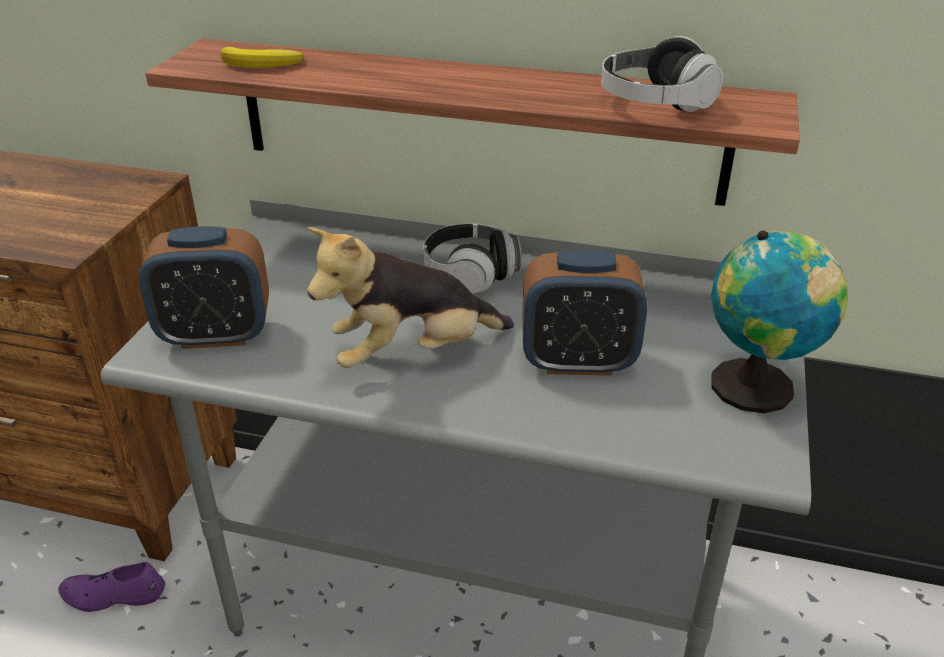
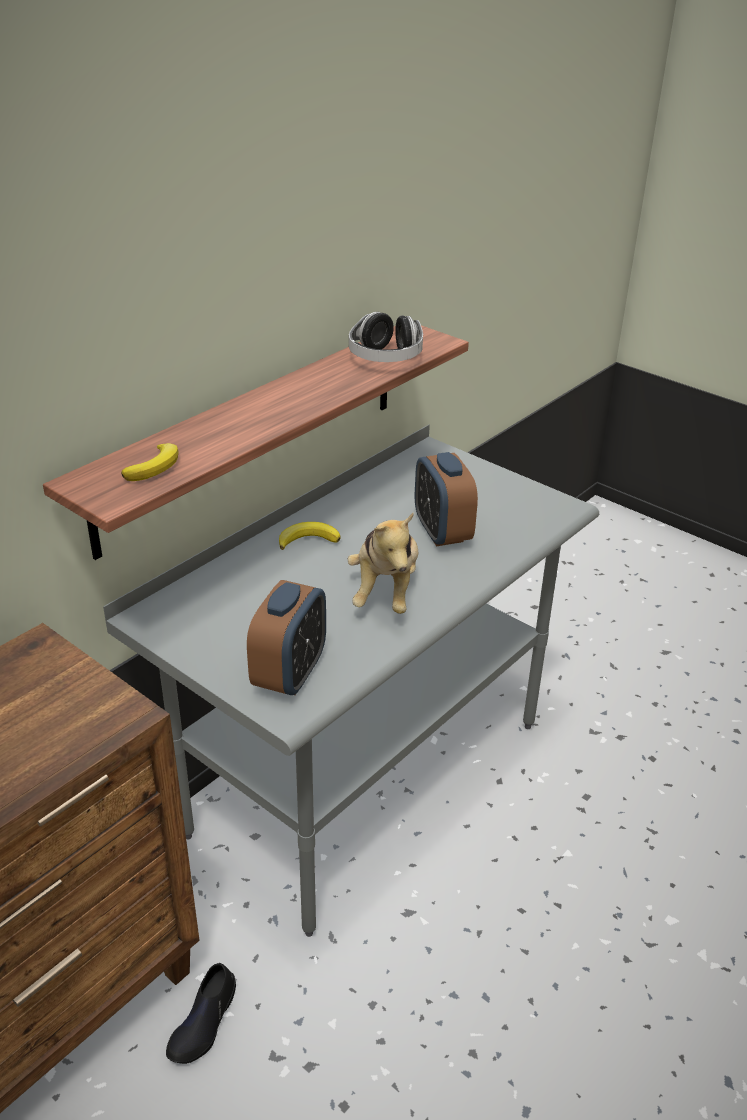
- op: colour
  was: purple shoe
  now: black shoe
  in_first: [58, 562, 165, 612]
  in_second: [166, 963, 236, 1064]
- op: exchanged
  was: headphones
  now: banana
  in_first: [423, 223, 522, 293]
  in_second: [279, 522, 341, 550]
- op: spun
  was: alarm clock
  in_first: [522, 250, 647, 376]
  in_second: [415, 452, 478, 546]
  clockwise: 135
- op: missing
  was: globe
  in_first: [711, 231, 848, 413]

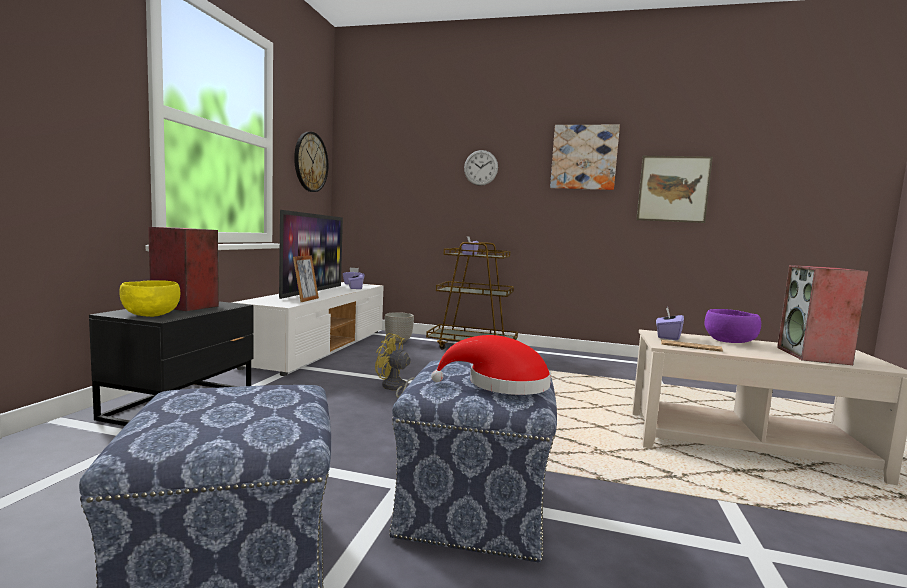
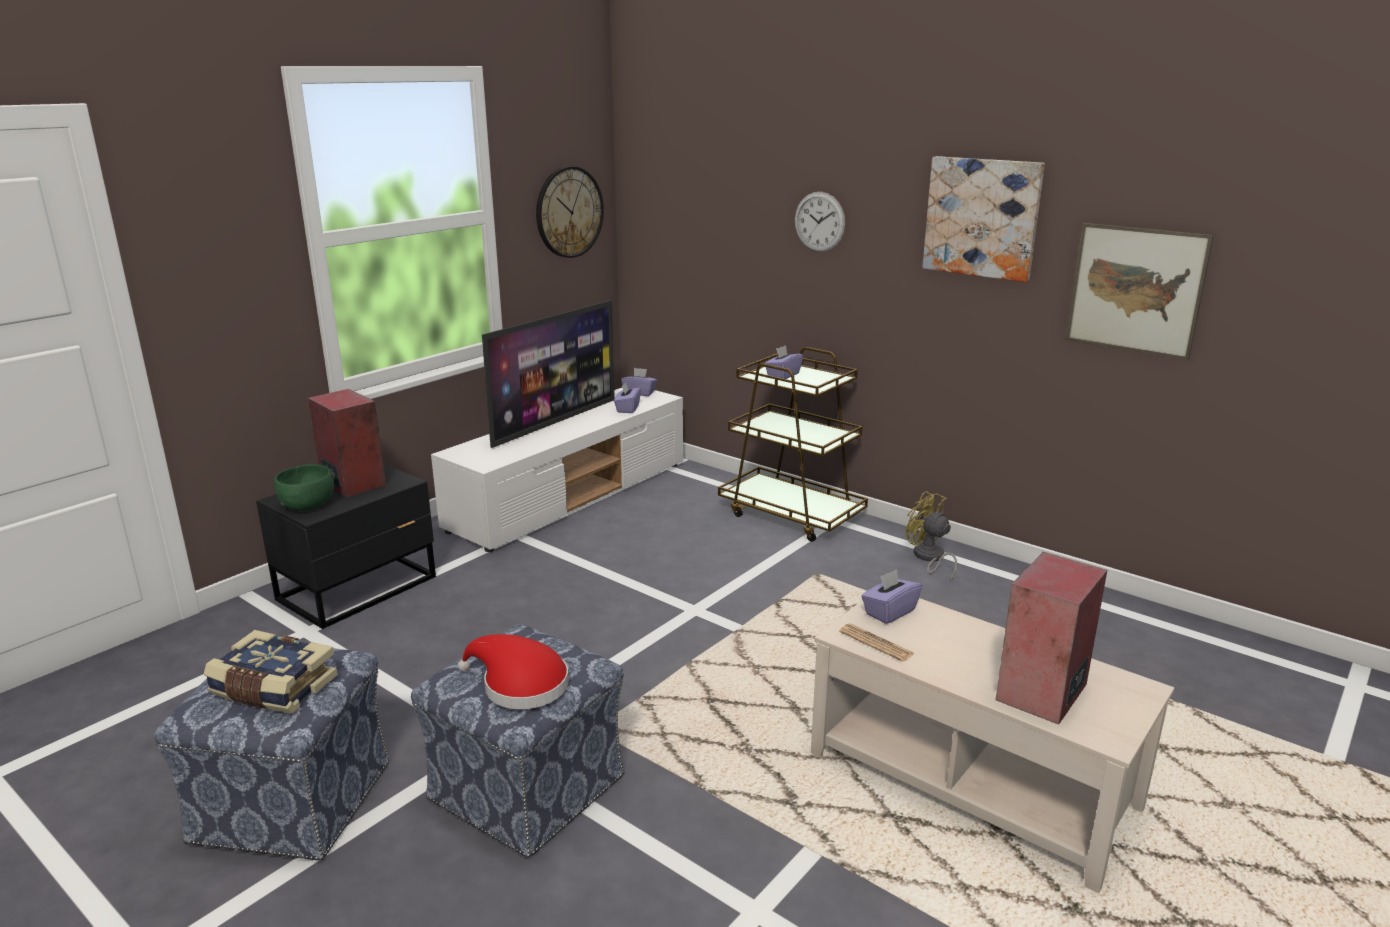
- op: colour
  was: yellow bowl
  now: green bowl
  in_first: [119, 280, 180, 317]
  in_second: [274, 464, 334, 511]
- op: missing
  was: picture frame
  in_first: [293, 256, 319, 302]
- op: relocated
  was: yellow fan
  in_first: [375, 333, 414, 398]
  in_second: [906, 491, 957, 581]
- op: missing
  was: planter
  in_first: [385, 312, 414, 343]
- op: missing
  was: purple bowl
  in_first: [704, 309, 761, 343]
- op: appeared
  now: book
  in_second: [204, 630, 338, 713]

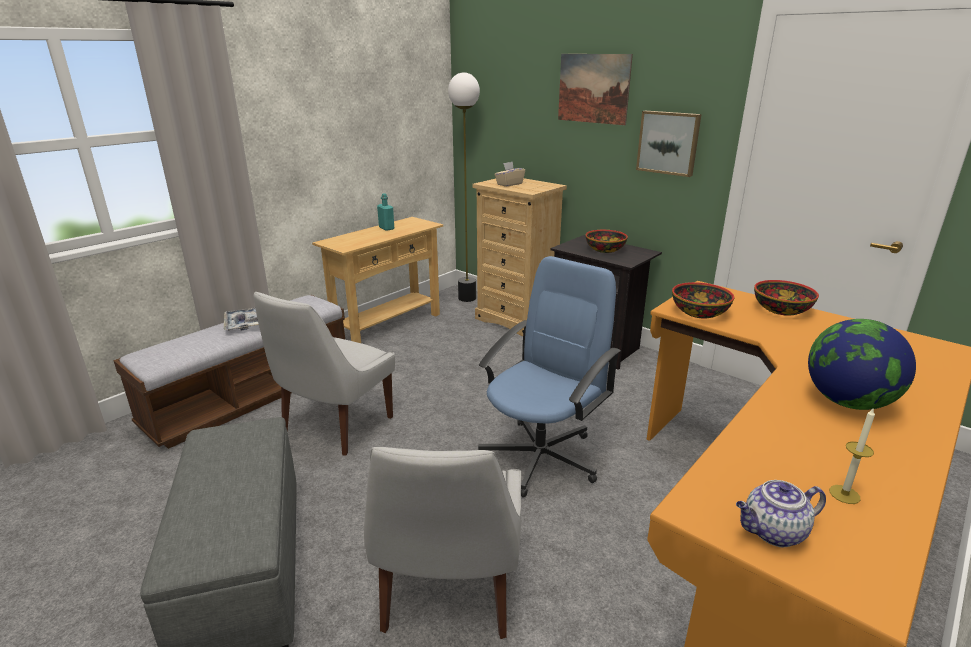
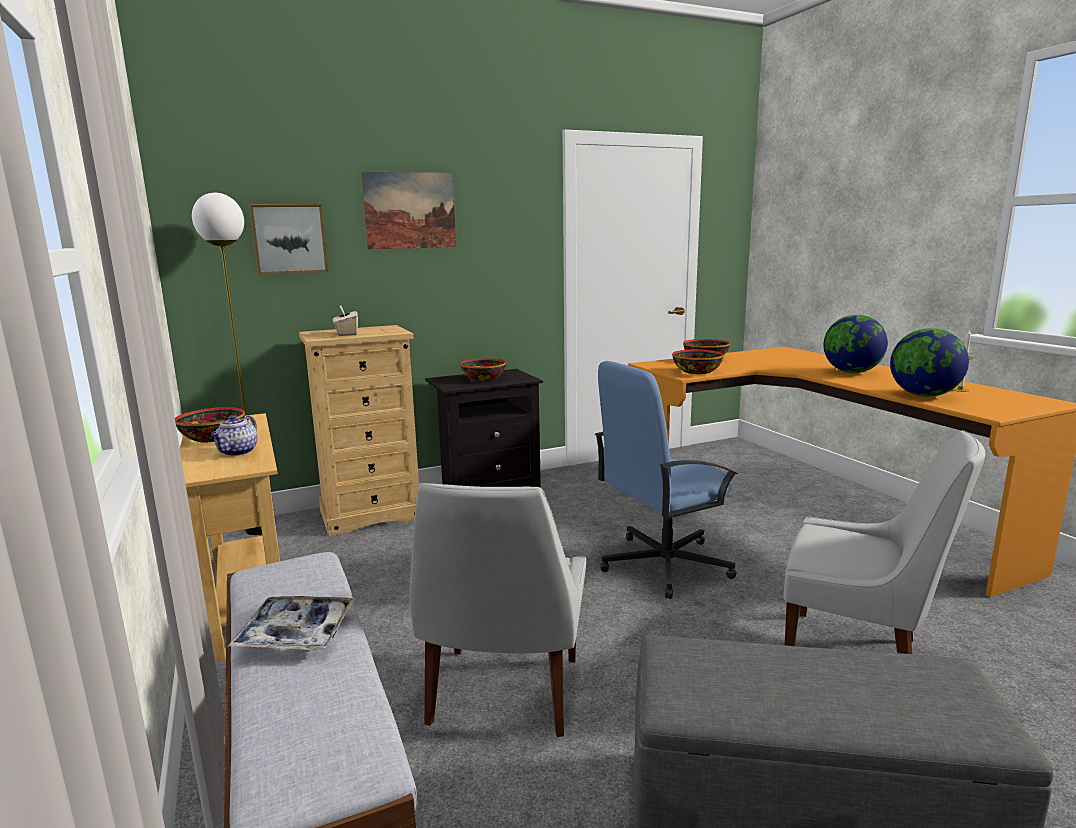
- op: spun
  was: white chair
  in_first: [254, 292, 395, 456]
  in_second: [410, 483, 586, 737]
  clockwise: 45
- op: exchanged
  was: turquoise bottle
  now: bowl
  in_first: [377, 193, 394, 231]
  in_second: [175, 407, 245, 442]
- op: spun
  was: blue office chair
  in_first: [478, 256, 621, 498]
  in_second: [595, 361, 738, 599]
  clockwise: -90
- op: relocated
  was: picture
  in_first: [636, 111, 701, 177]
  in_second: [249, 204, 328, 275]
- op: relocated
  was: teapot
  in_first: [736, 480, 826, 547]
  in_second: [211, 415, 257, 456]
- op: appeared
  now: globe
  in_second: [890, 328, 969, 397]

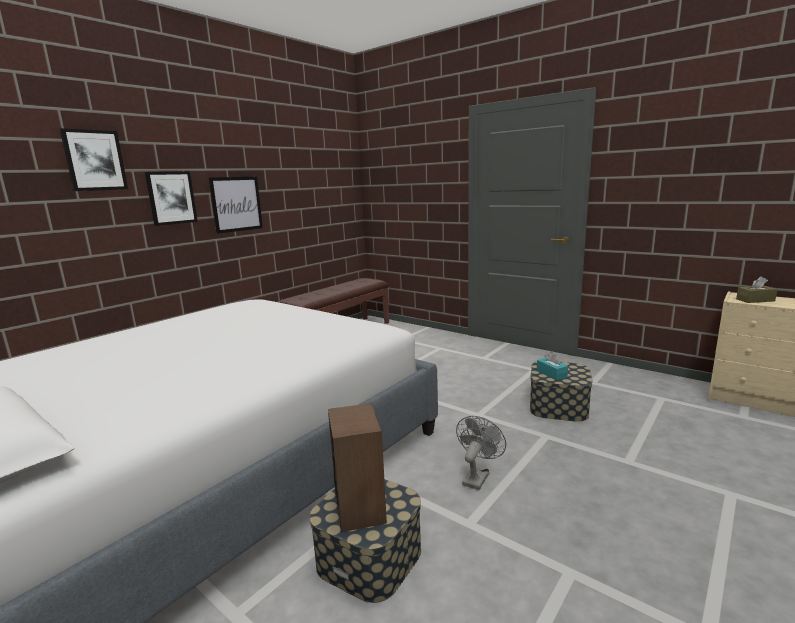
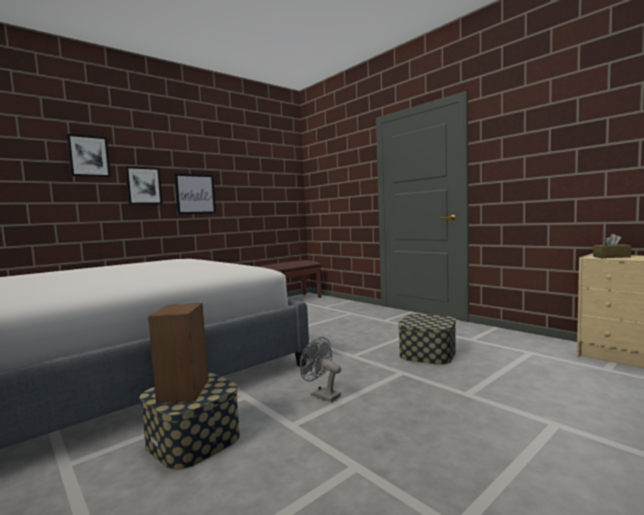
- op: spun
  was: grey fan
  in_first: [456, 416, 506, 490]
  in_second: [300, 337, 341, 402]
  clockwise: -90
- op: missing
  was: turquoise tissue box
  in_first: [537, 352, 568, 380]

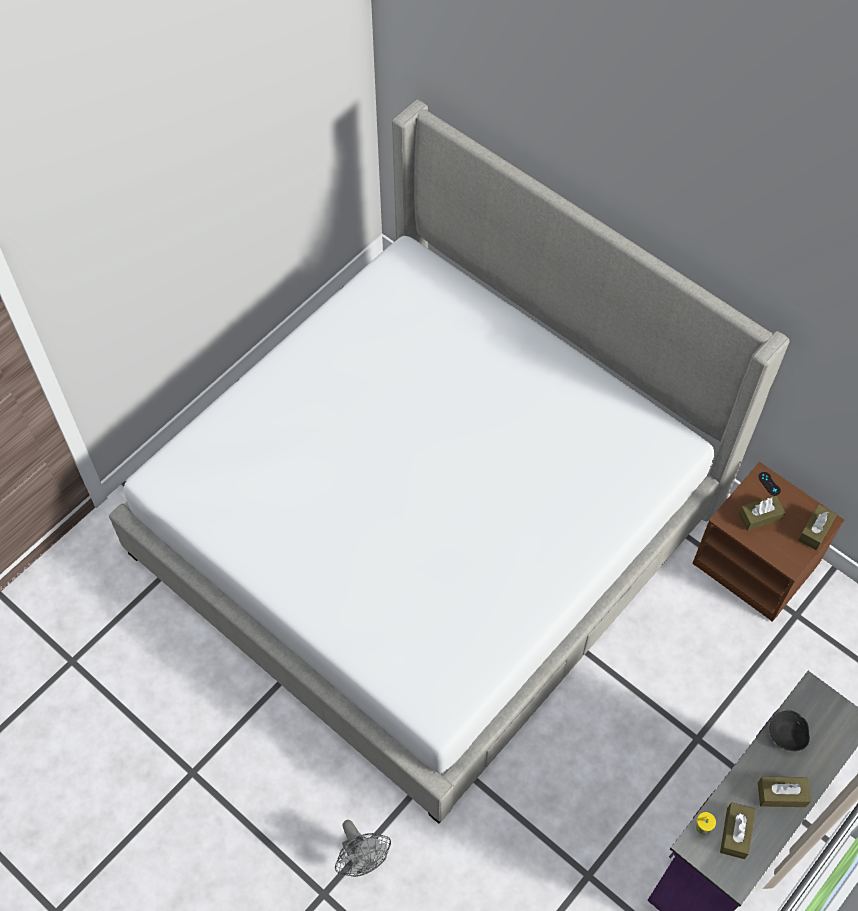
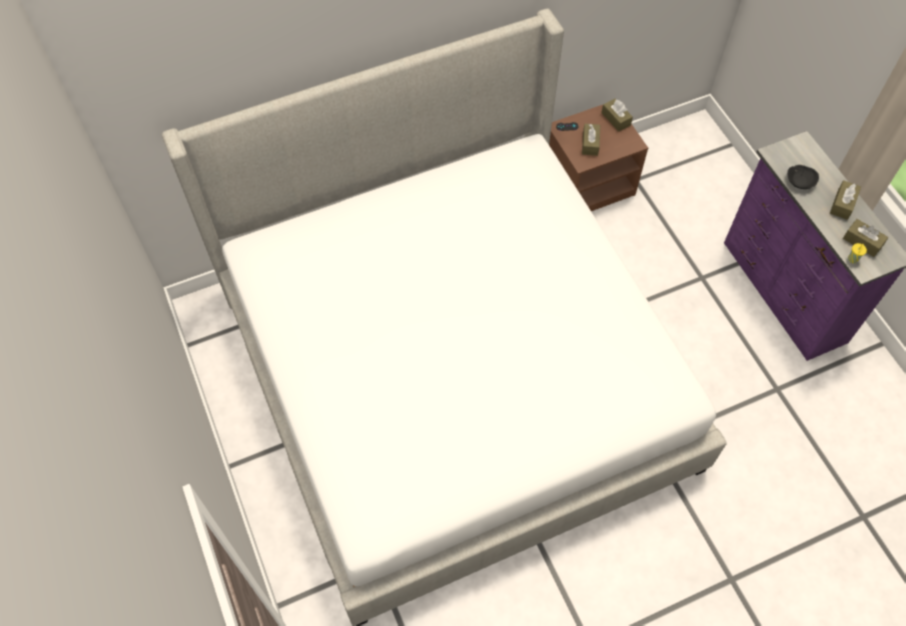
- op: missing
  was: grey fan
  in_first: [335, 820, 391, 877]

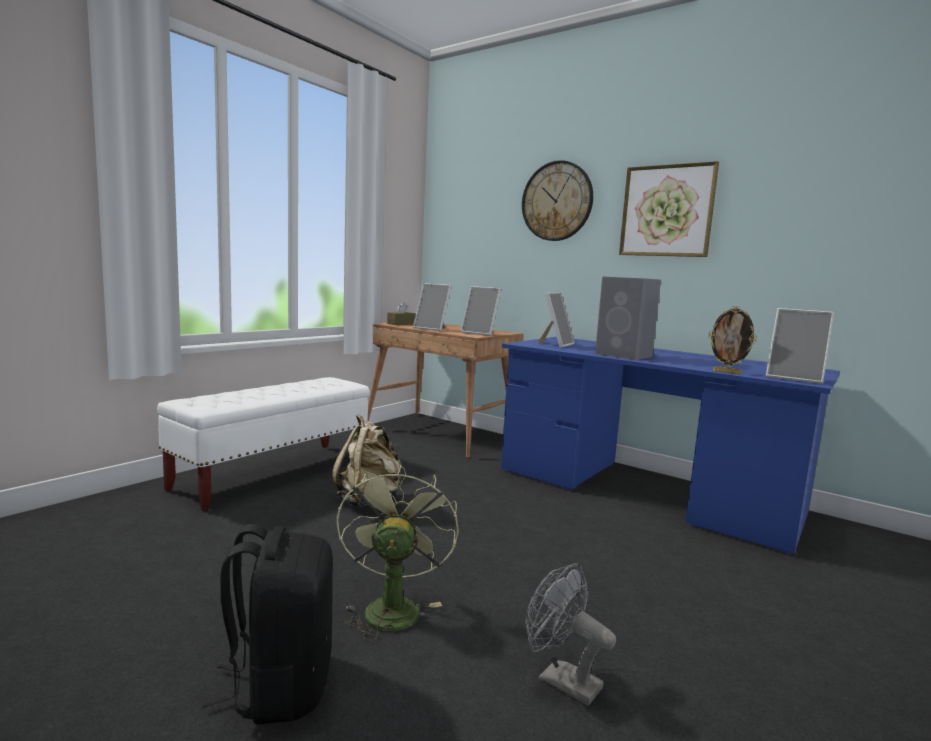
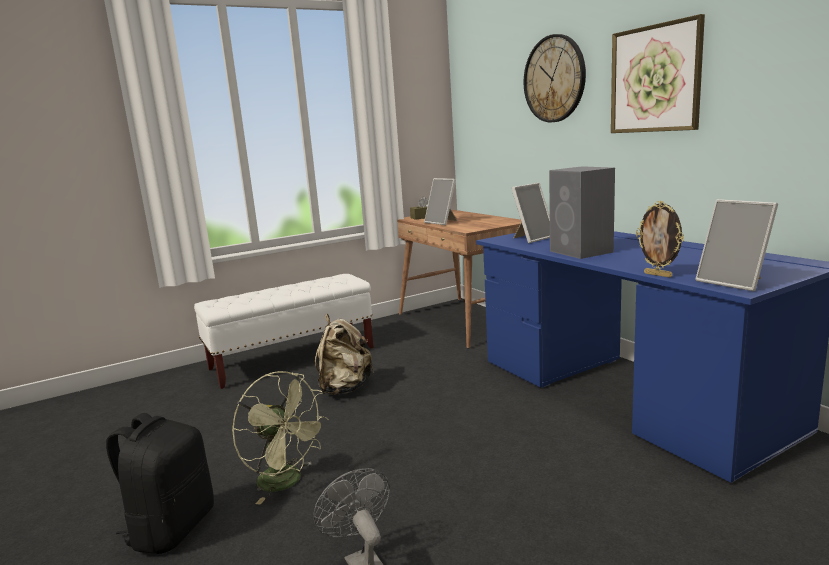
- op: spun
  was: green fan
  in_first: [337, 464, 459, 642]
  in_second: [232, 371, 329, 505]
  clockwise: 105
- op: missing
  was: picture frame
  in_first: [461, 286, 501, 336]

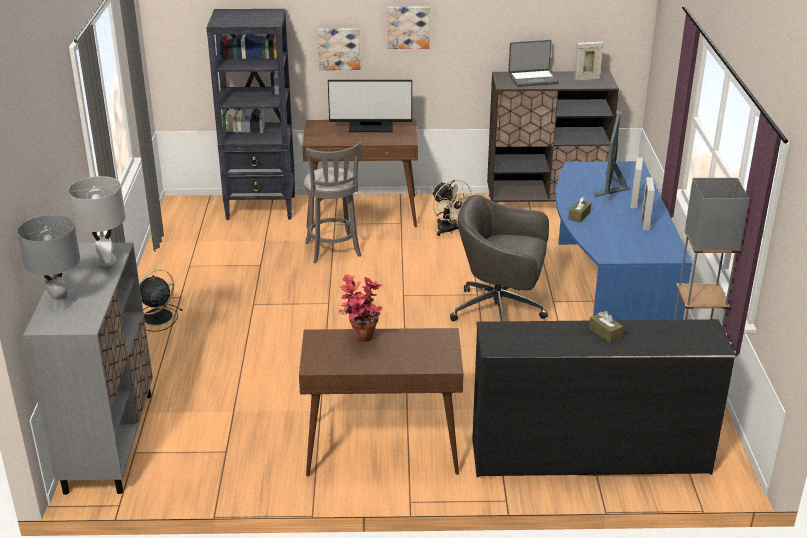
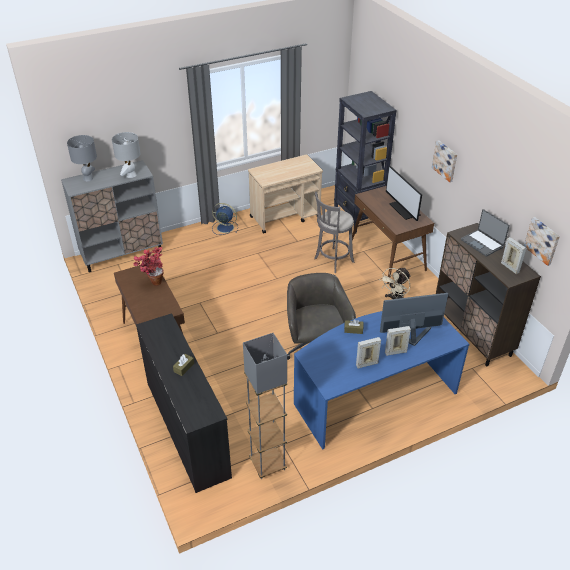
- op: colour
  was: black fan
  now: blue fan
  in_first: [139, 269, 182, 332]
  in_second: [212, 203, 238, 235]
- op: relocated
  was: picture
  in_first: [317, 28, 360, 70]
  in_second: [524, 217, 560, 266]
- op: appeared
  now: beige cart
  in_second: [248, 154, 323, 234]

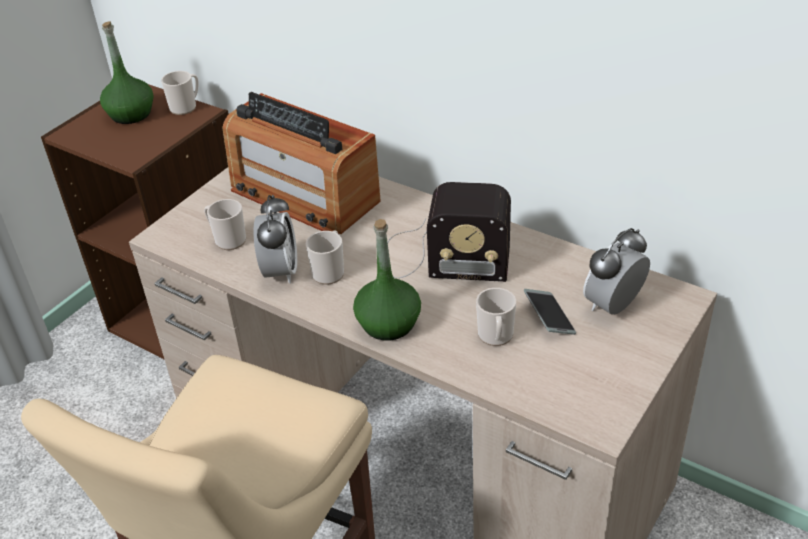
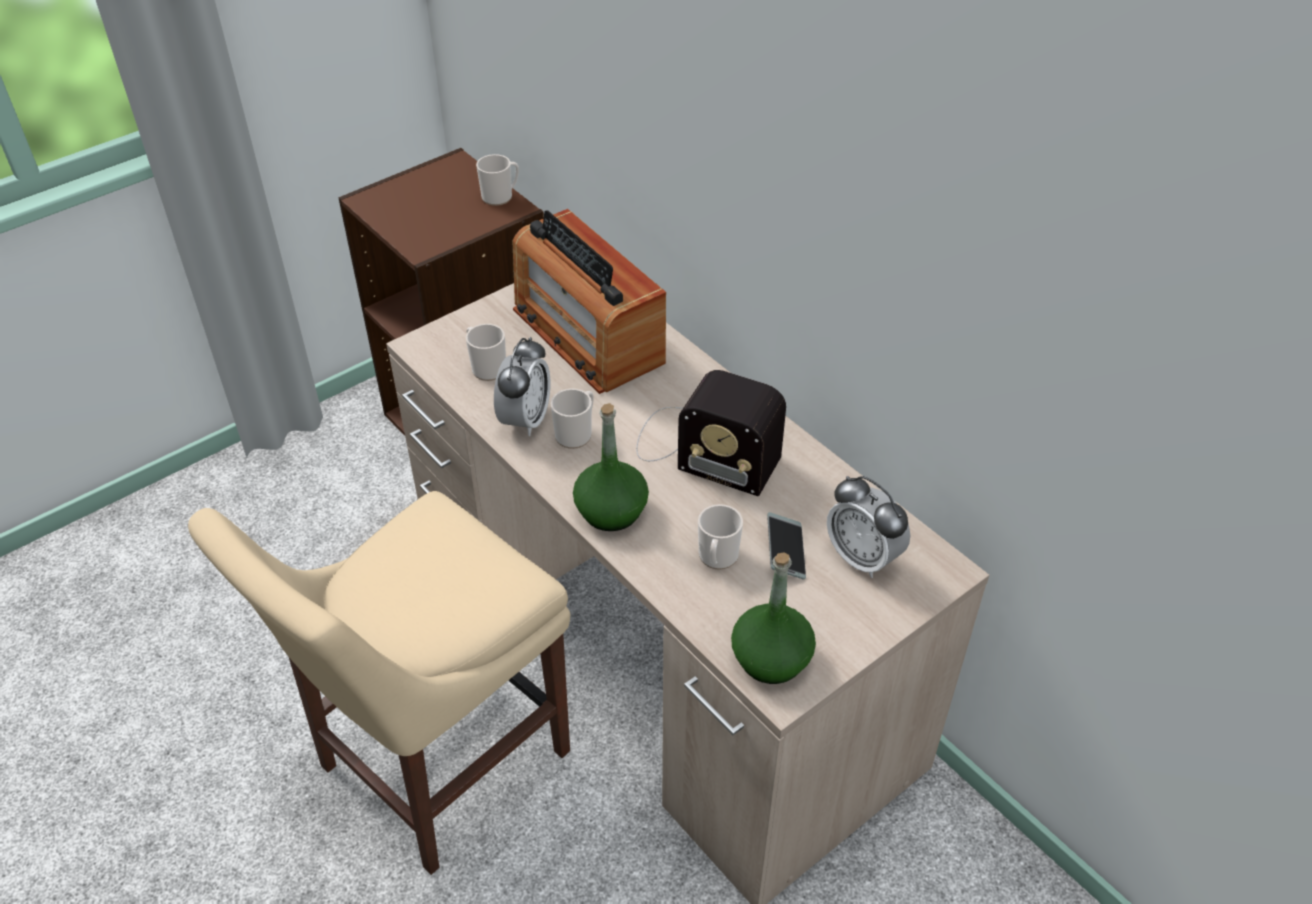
- op: relocated
  was: green bottle
  in_first: [100, 21, 154, 124]
  in_second: [731, 552, 816, 684]
- op: spun
  was: alarm clock
  in_first: [583, 228, 650, 315]
  in_second: [827, 476, 910, 578]
  clockwise: -105

